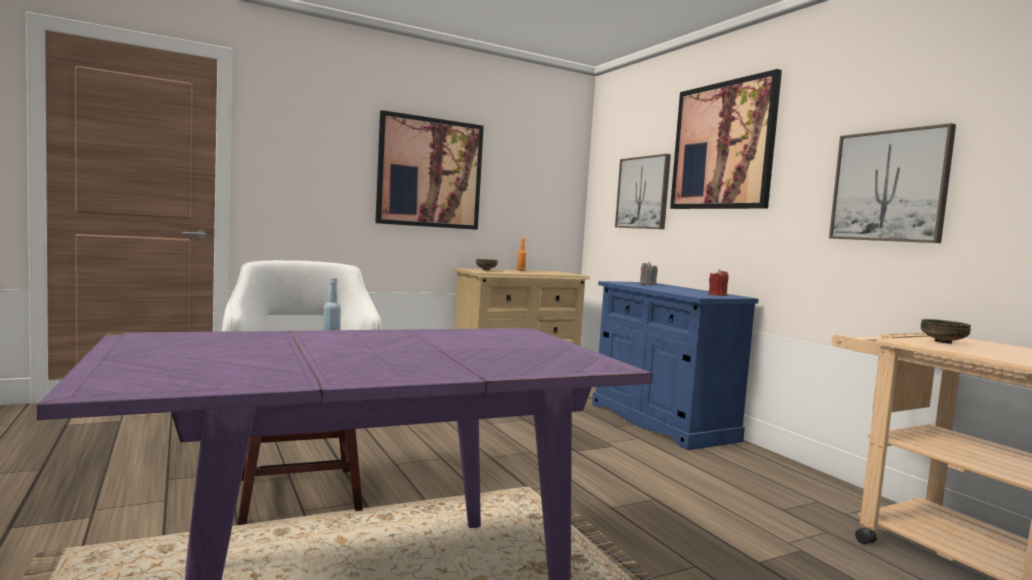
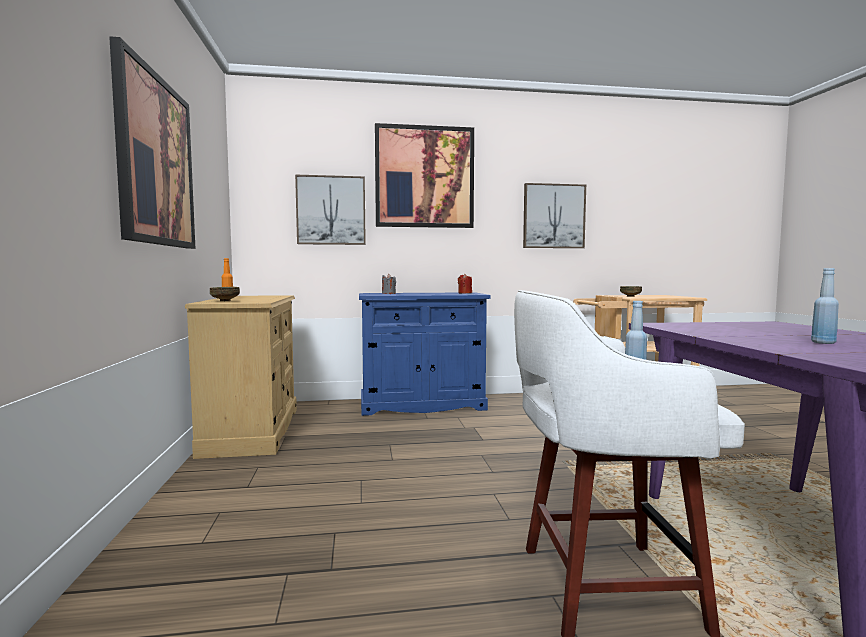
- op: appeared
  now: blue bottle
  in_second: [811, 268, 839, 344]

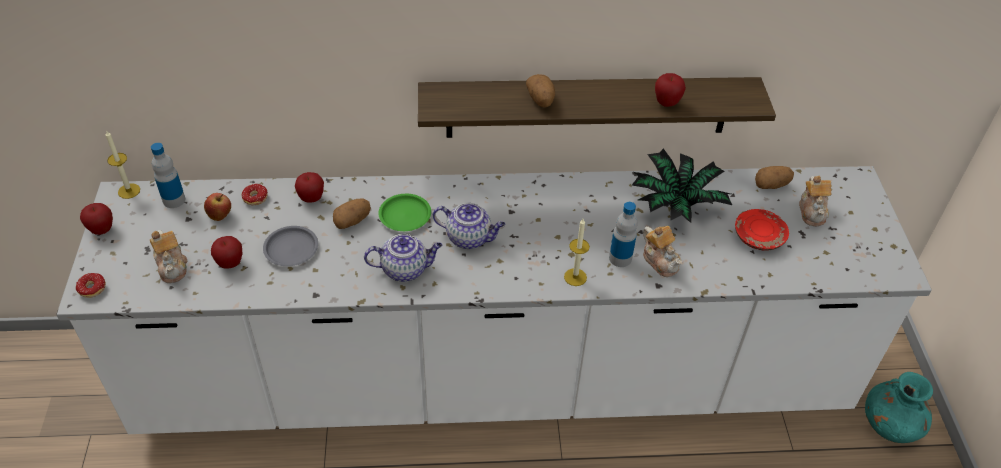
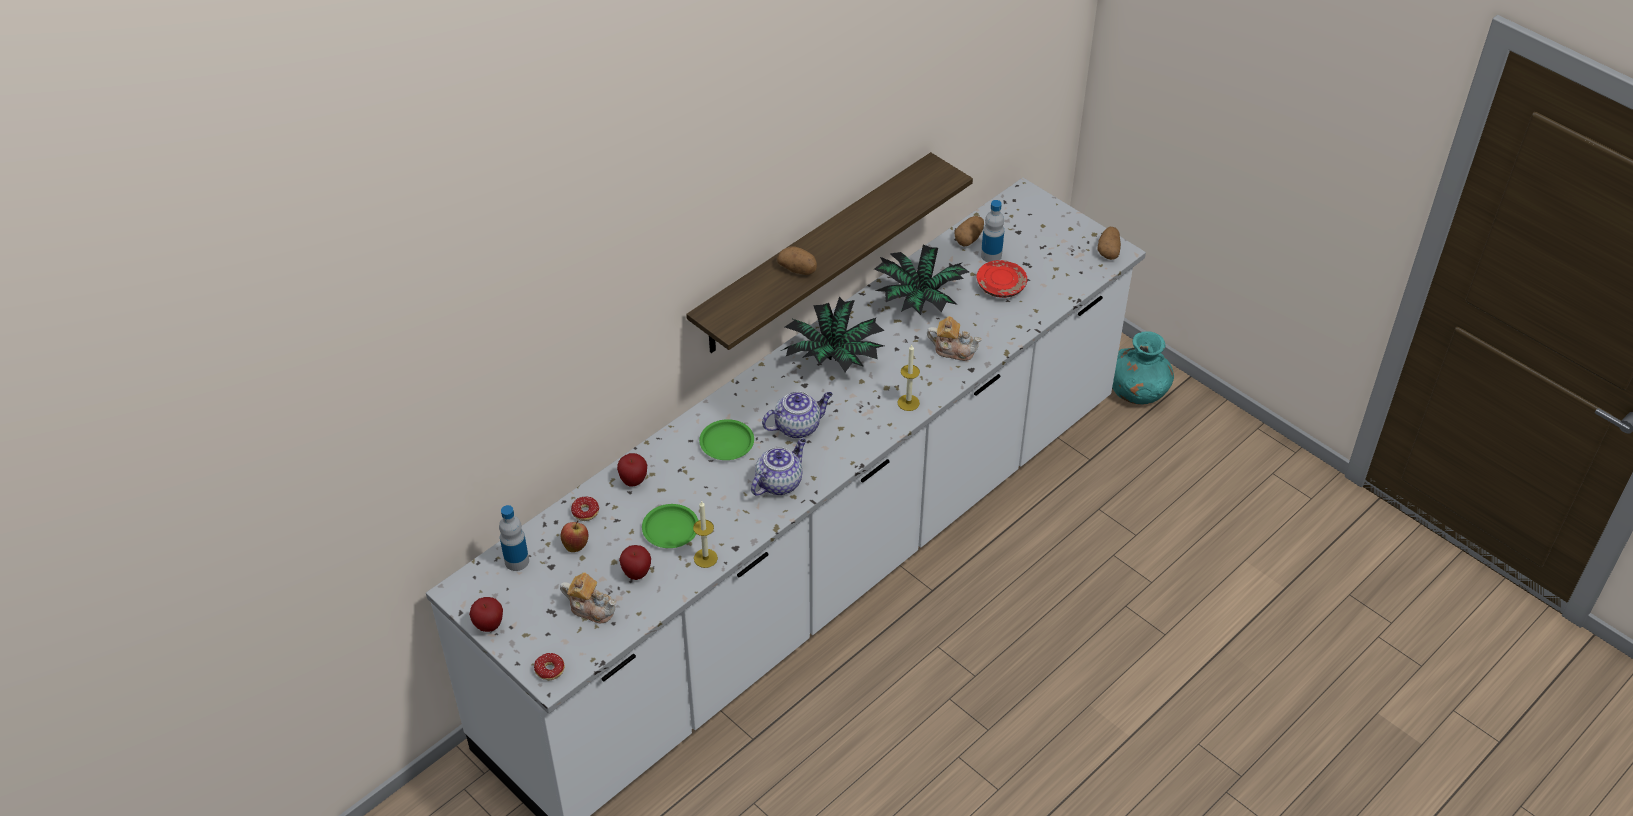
- op: relocated
  was: candle
  in_first: [106, 130, 140, 199]
  in_second: [693, 501, 718, 568]
- op: colour
  was: grey plate
  now: green plate
  in_first: [263, 226, 318, 266]
  in_second: [642, 504, 699, 548]
- op: relocated
  was: potato
  in_first: [333, 198, 371, 229]
  in_second: [1097, 227, 1121, 260]
- op: relocated
  was: bottle
  in_first: [609, 202, 638, 267]
  in_second: [981, 200, 1004, 262]
- op: missing
  was: apple
  in_first: [655, 73, 686, 107]
- op: missing
  was: teapot
  in_first: [799, 176, 832, 226]
- op: appeared
  now: potted plant
  in_second: [781, 297, 884, 372]

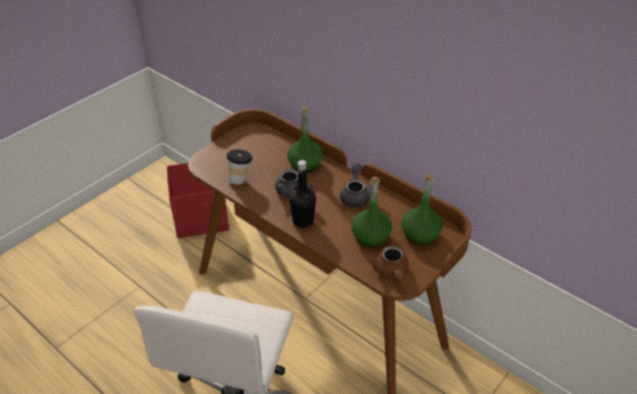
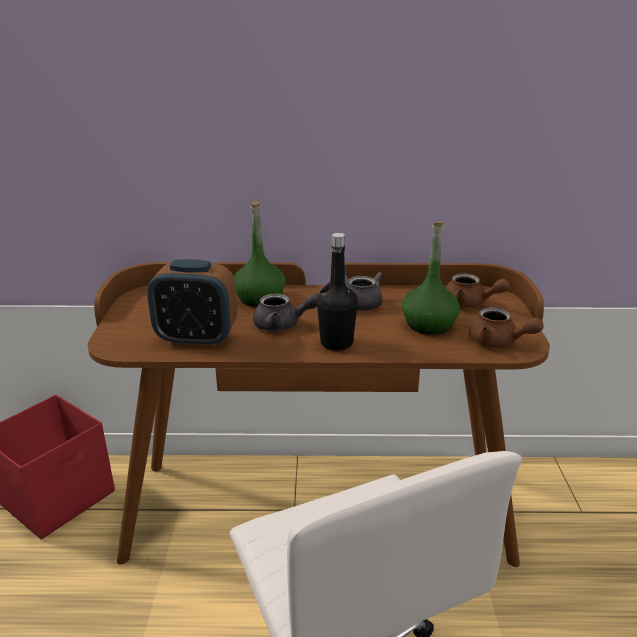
- op: exchanged
  was: cup
  now: alarm clock
  in_first: [227, 149, 253, 185]
  in_second: [147, 259, 237, 347]
- op: exchanged
  was: green bottle
  now: brown teapot
  in_first: [402, 174, 443, 245]
  in_second: [445, 273, 510, 308]

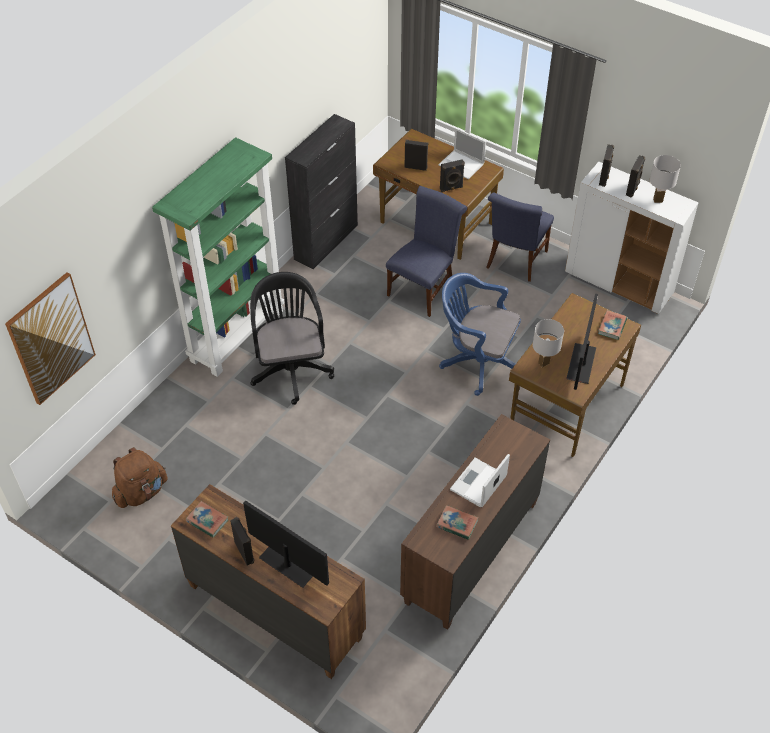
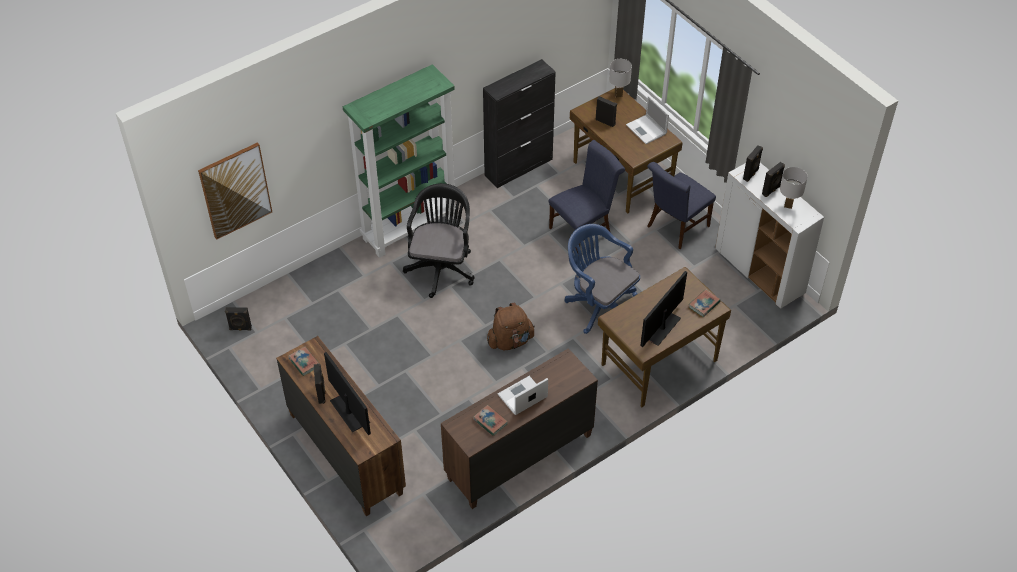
- op: relocated
  was: brown backpack
  in_first: [112, 447, 168, 508]
  in_second: [487, 302, 535, 350]
- op: relocated
  was: black speaker
  in_first: [440, 159, 465, 192]
  in_second: [225, 307, 252, 331]
- op: relocated
  was: white table lamp
  in_first: [533, 319, 564, 367]
  in_second: [609, 59, 632, 97]

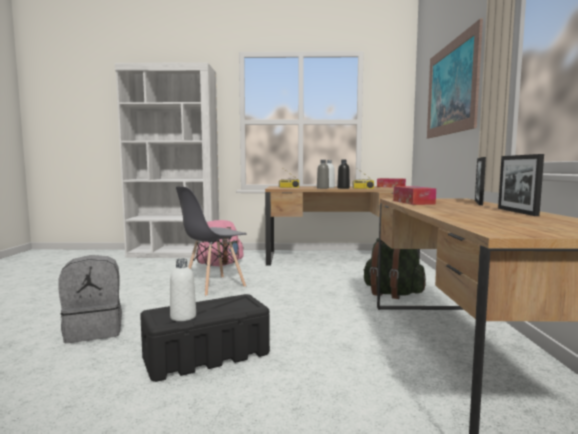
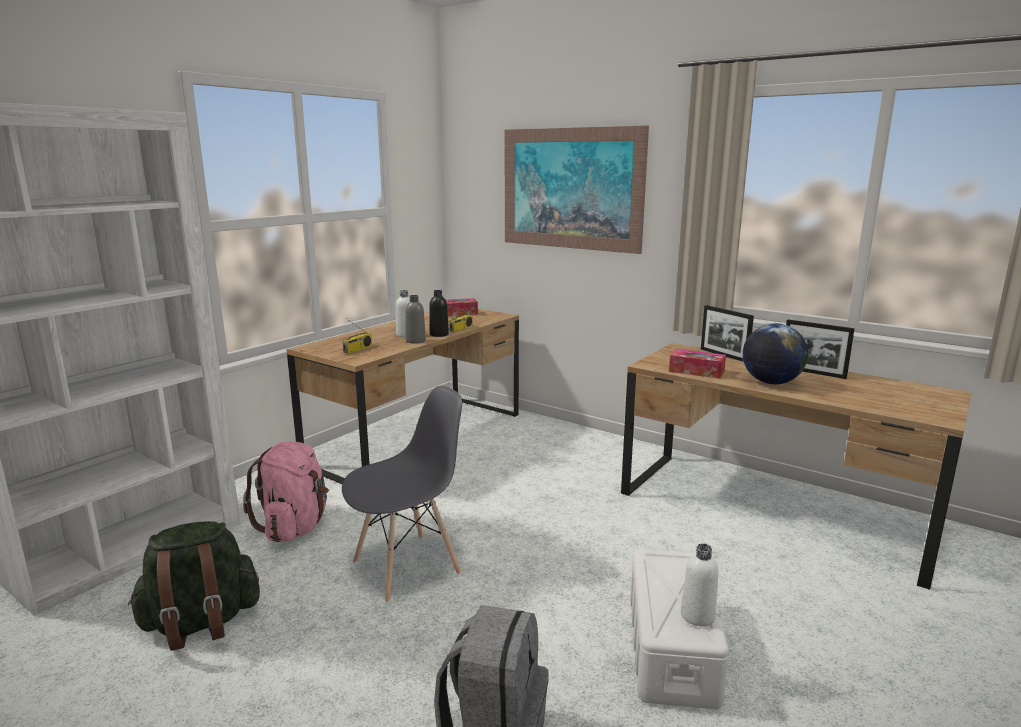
- op: colour
  was: black storage box
  now: white storage box
  in_first: [140, 294, 270, 382]
  in_second: [630, 550, 729, 709]
- op: spun
  was: grey chair
  in_first: [176, 186, 247, 296]
  in_second: [342, 386, 462, 602]
  clockwise: -120
- op: relocated
  was: green backpack
  in_first: [364, 238, 426, 299]
  in_second: [128, 521, 260, 651]
- op: appeared
  now: globe
  in_second: [743, 323, 808, 384]

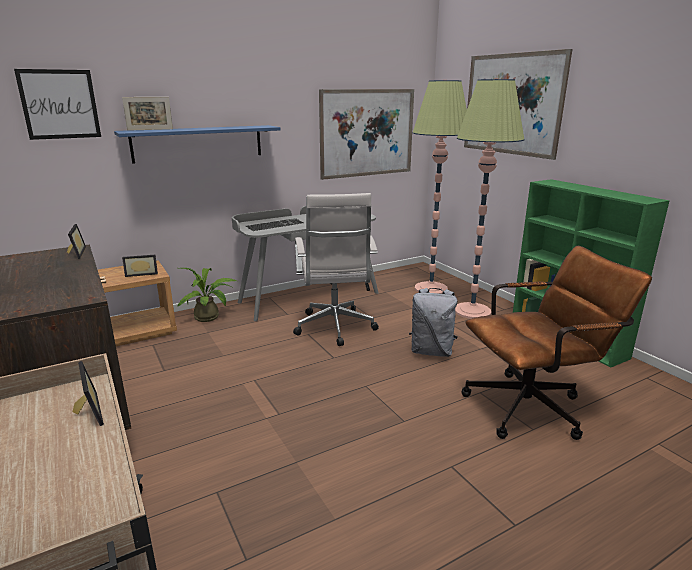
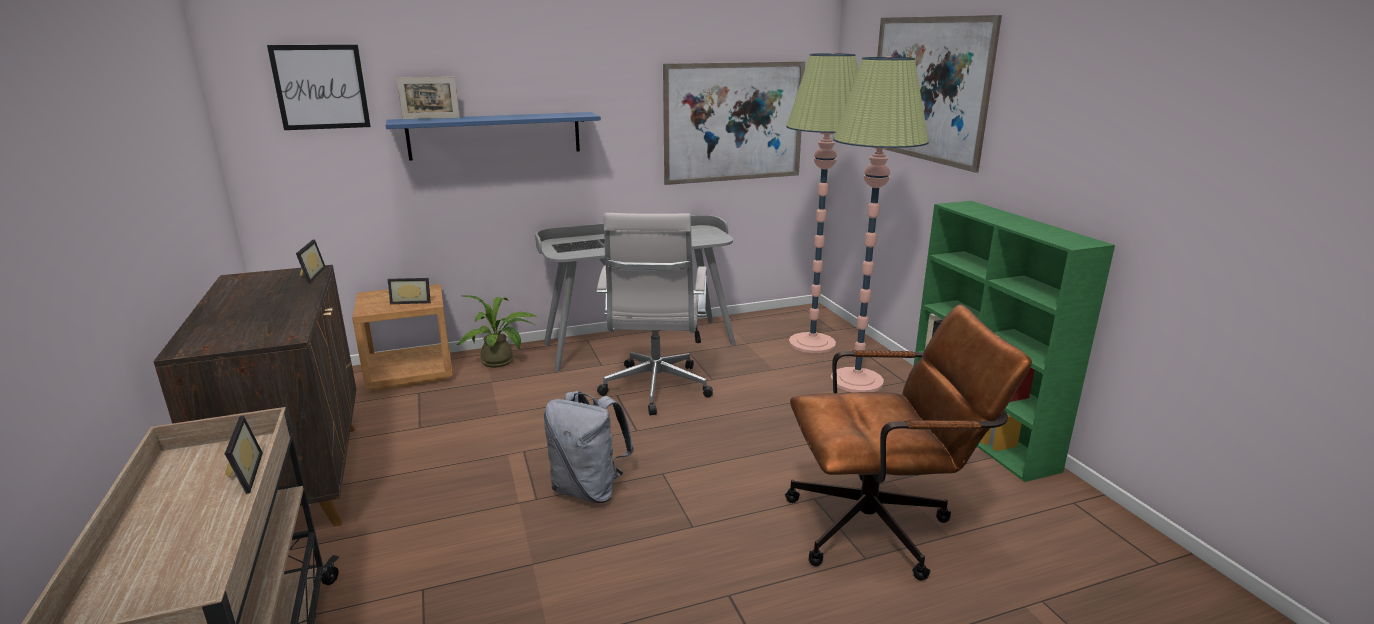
- op: relocated
  was: grey backpack
  in_first: [409, 288, 458, 357]
  in_second: [544, 391, 634, 503]

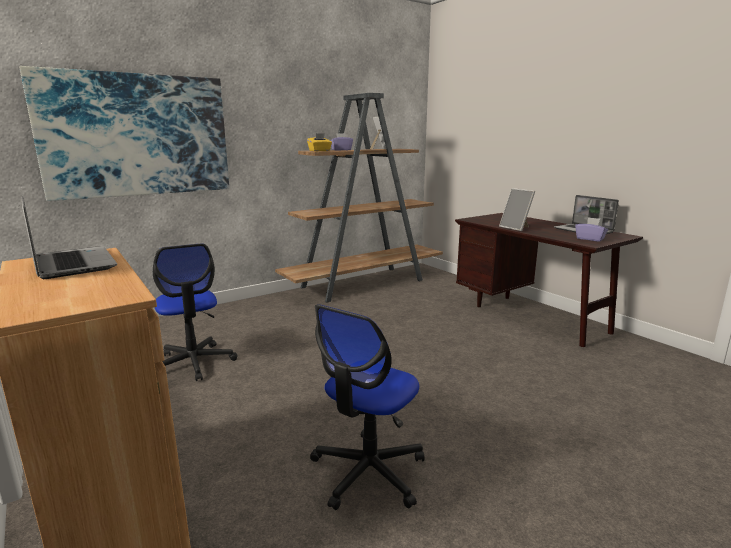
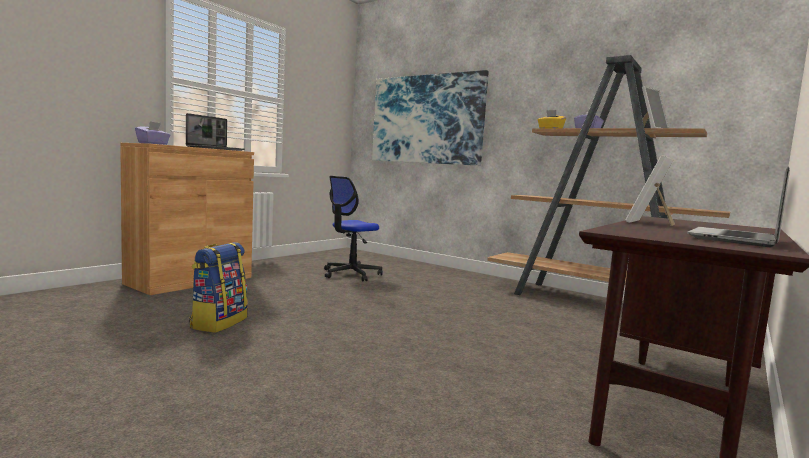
- op: exchanged
  was: office chair
  now: backpack
  in_first: [310, 304, 425, 510]
  in_second: [189, 242, 248, 333]
- op: relocated
  was: purple tissue box
  in_first: [575, 217, 608, 242]
  in_second: [135, 121, 170, 145]

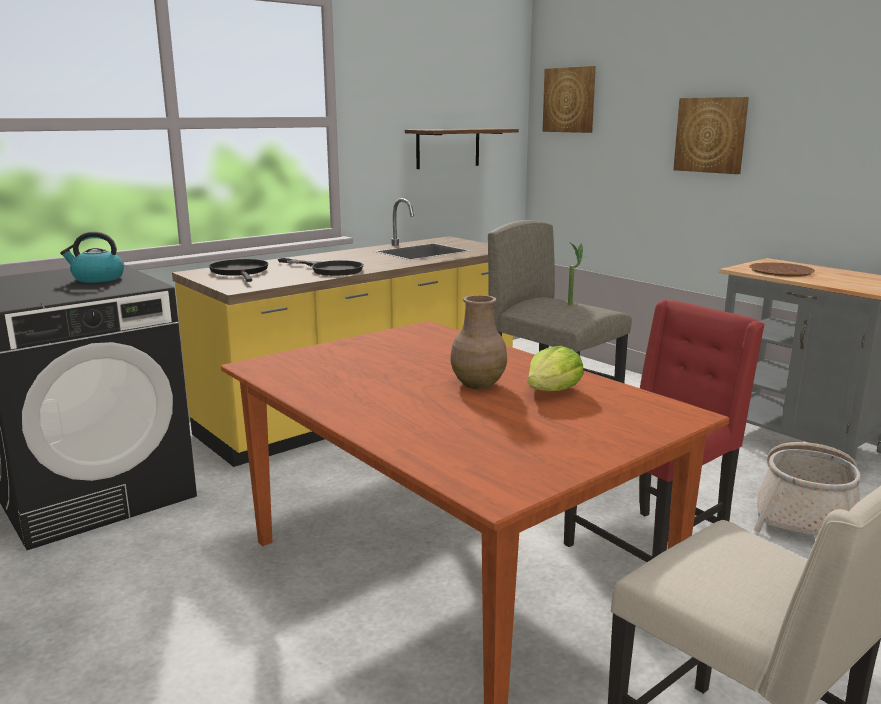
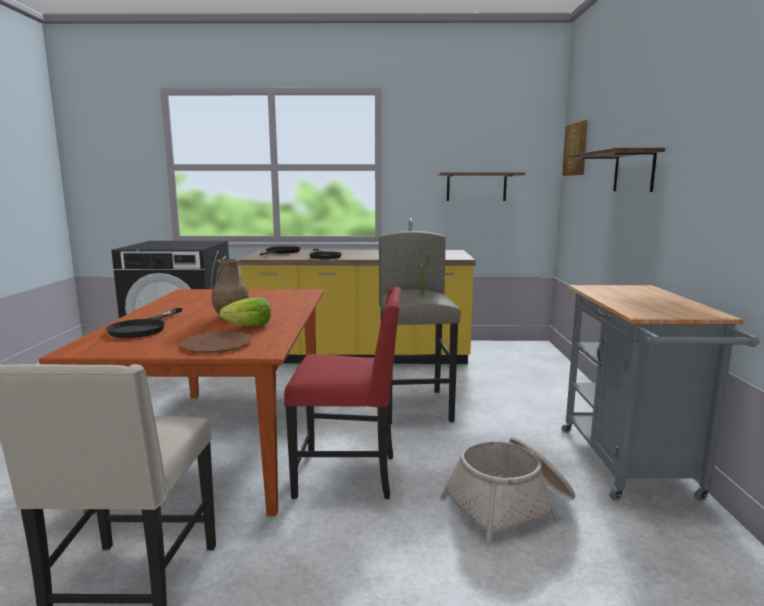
- op: missing
  was: kettle
  in_first: [60, 231, 124, 283]
- op: exchanged
  was: picture
  now: shelf
  in_first: [673, 97, 749, 174]
  in_second: [570, 148, 665, 192]
- op: relocated
  was: brown plate
  in_first: [749, 262, 815, 277]
  in_second: [180, 331, 252, 354]
- op: appeared
  now: black frying pan
  in_second: [106, 308, 182, 338]

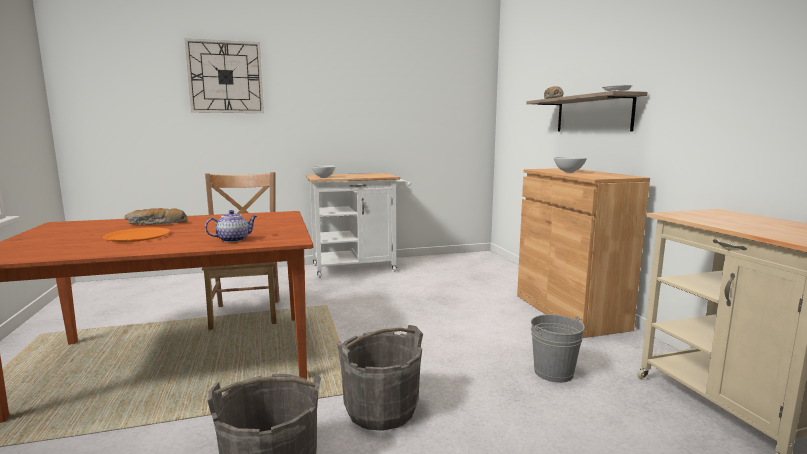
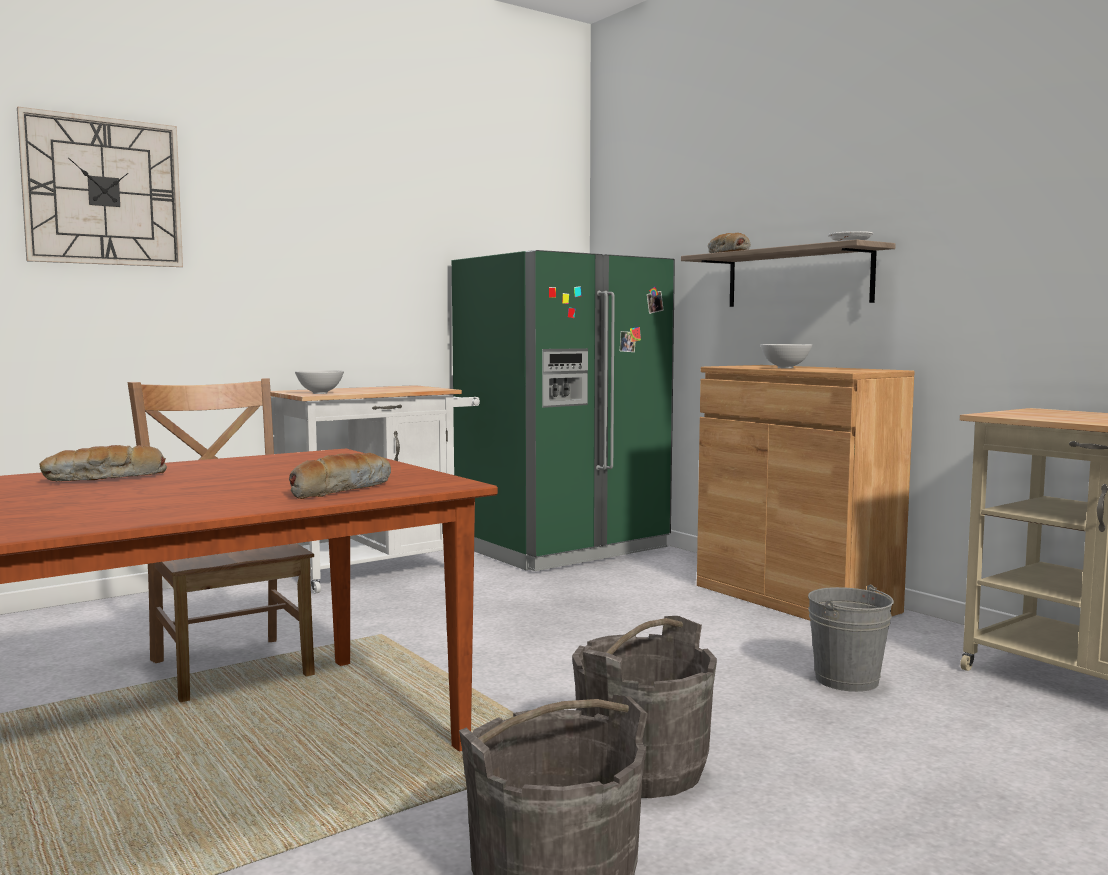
- op: missing
  was: orange plate
  in_first: [103, 228, 170, 242]
- op: exchanged
  was: teapot
  now: bread
  in_first: [205, 210, 257, 242]
  in_second: [289, 453, 391, 499]
- op: appeared
  now: green fridge
  in_second: [452, 250, 675, 571]

